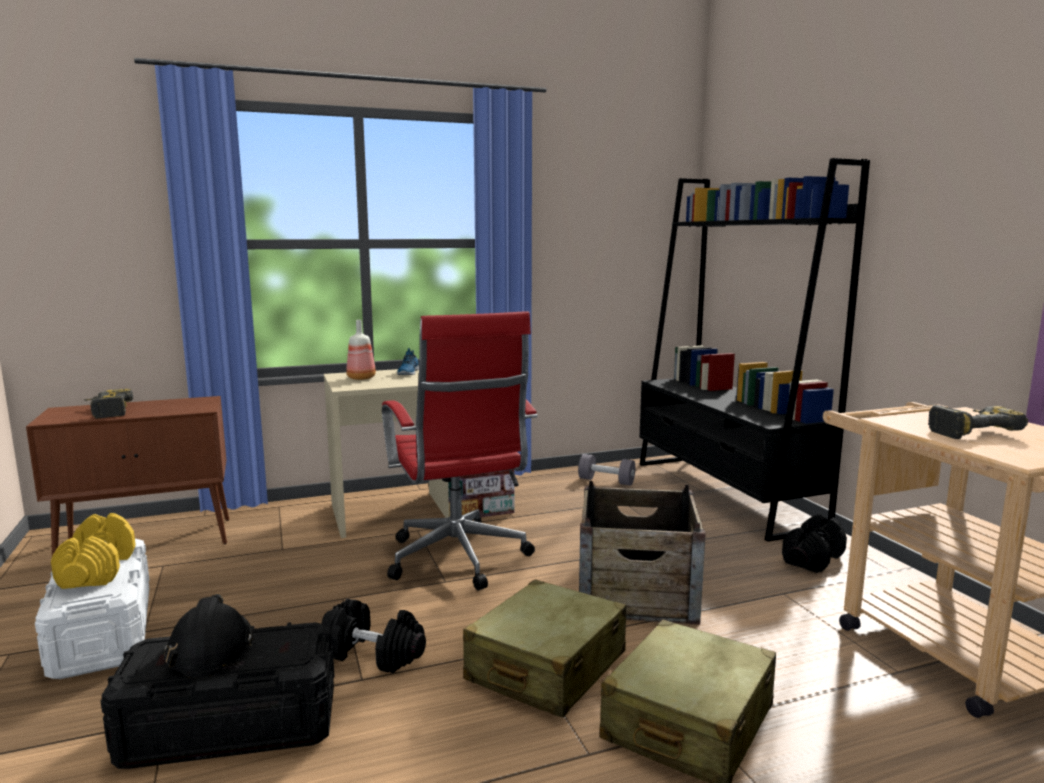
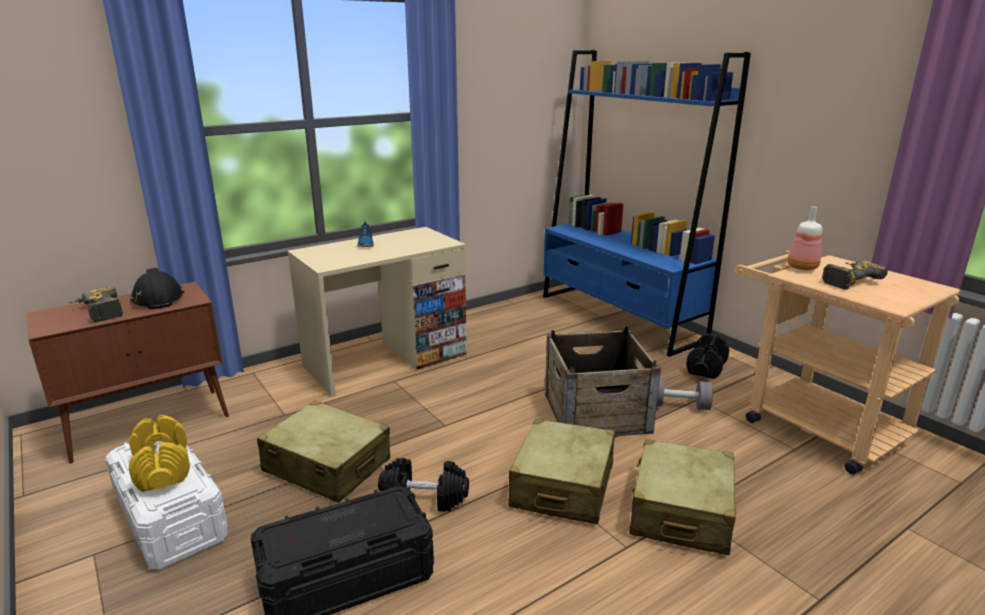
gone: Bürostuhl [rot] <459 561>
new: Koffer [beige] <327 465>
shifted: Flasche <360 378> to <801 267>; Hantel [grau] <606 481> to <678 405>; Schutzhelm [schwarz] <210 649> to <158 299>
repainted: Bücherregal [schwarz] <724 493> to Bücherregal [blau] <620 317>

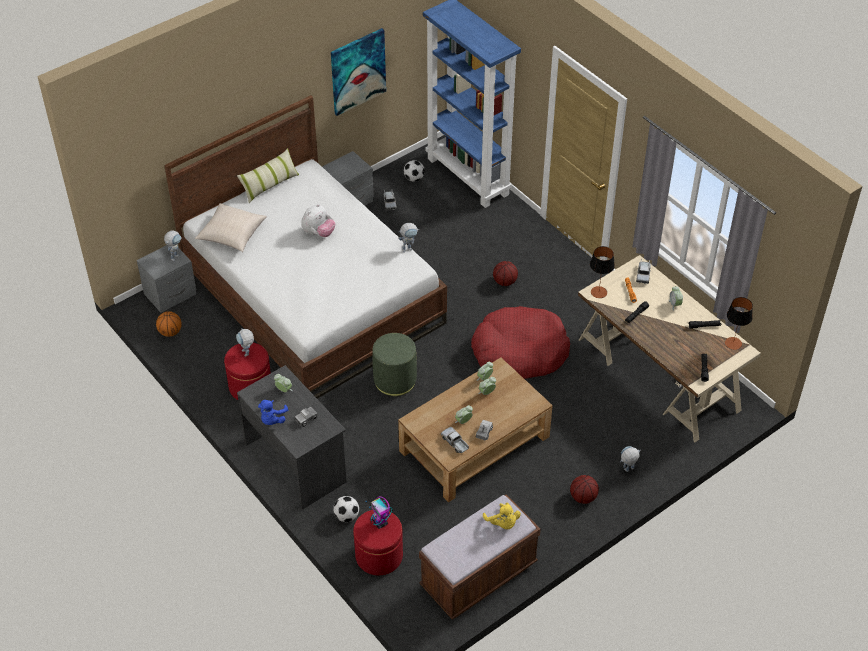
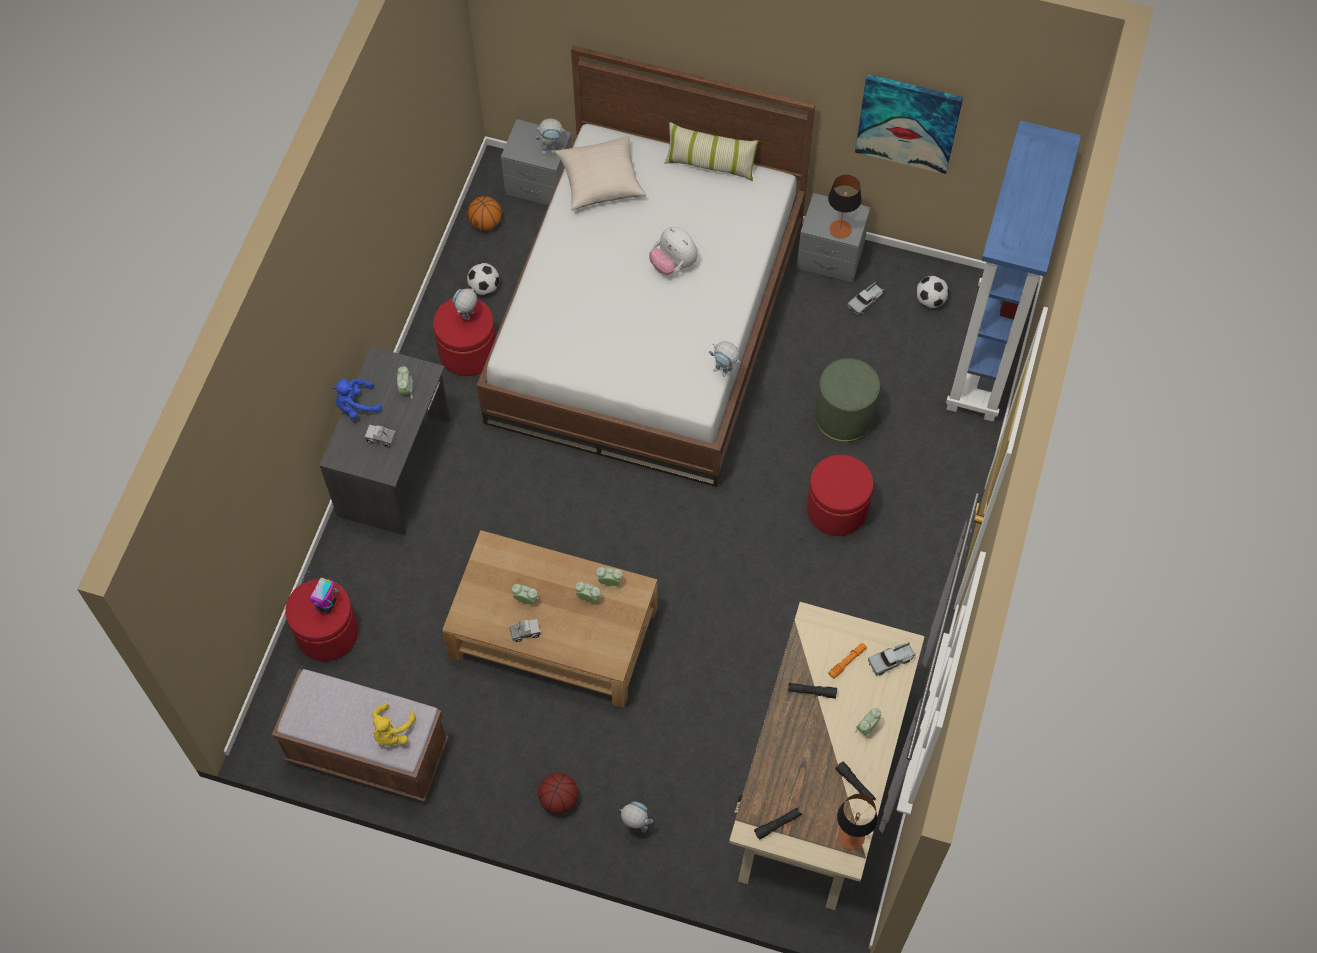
gone: Hundebett [rot] <519 352>; Spielzeuglaster <455 443>
shifted: Tischlampe <598 292> to <840 229>; Polsterhocker [grün] <395 380> to <844 416>; Fußball <346 516> to <484 287>
swapped: Basketball <505 282> to Polsterhocker [rot] <836 509>
rotated: Plüschtier <318 233> = <673 264> 45 degrees clockwise

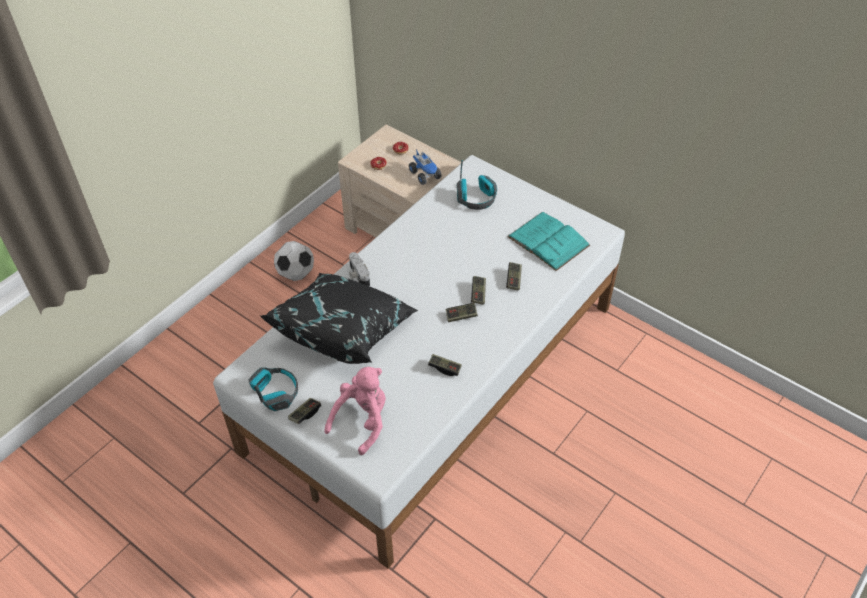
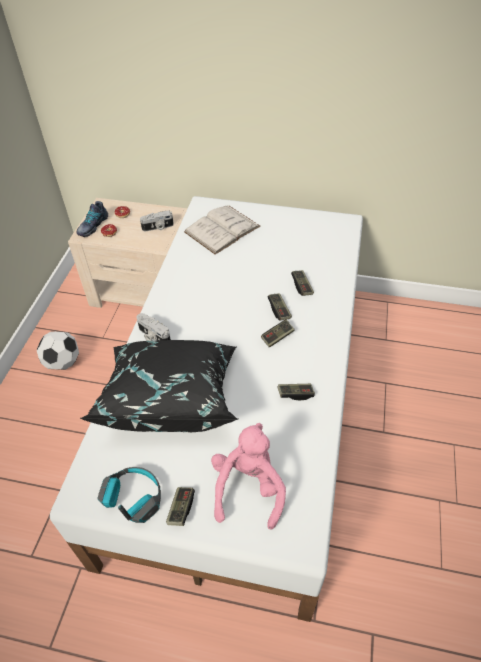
gone: Buch [türkis] <548 241>
new: Schuh <92 226>
swapped: Spielzeuglaster <425 175> to Kamera <158 227>; Kopfhörer <476 198> to Buch [weiß] <222 229>

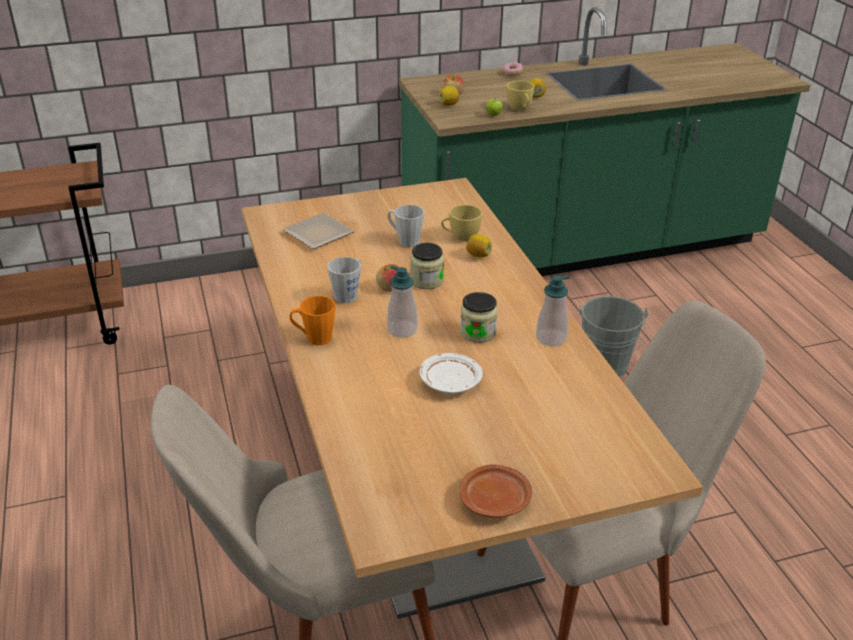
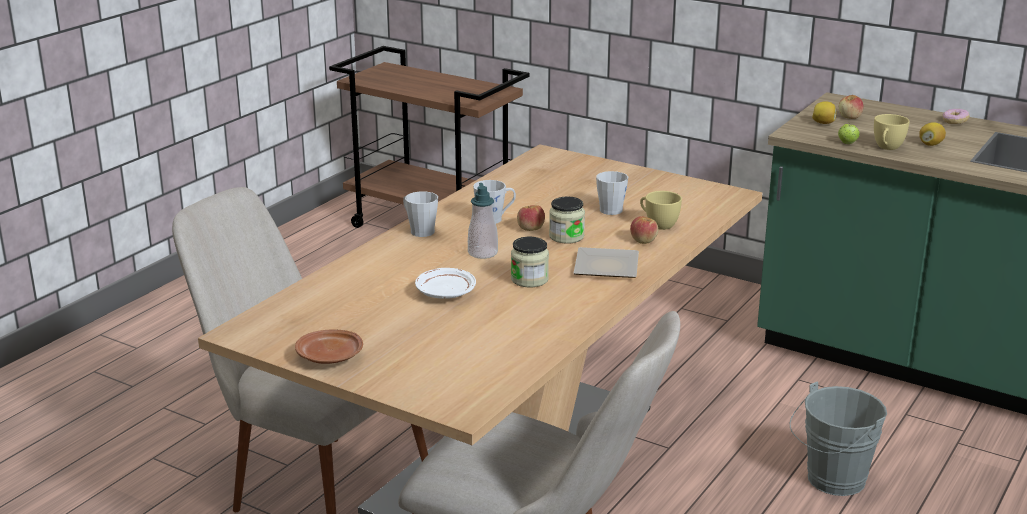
gone: Seifenspender <551 338>
shifted: Teller <321 234> to <608 268>
swapped: Zitrone <478 255> to Apfel <643 240>
repainted: Henkelbecher [orange] <314 338> to Henkelbecher [grau] <419 230>

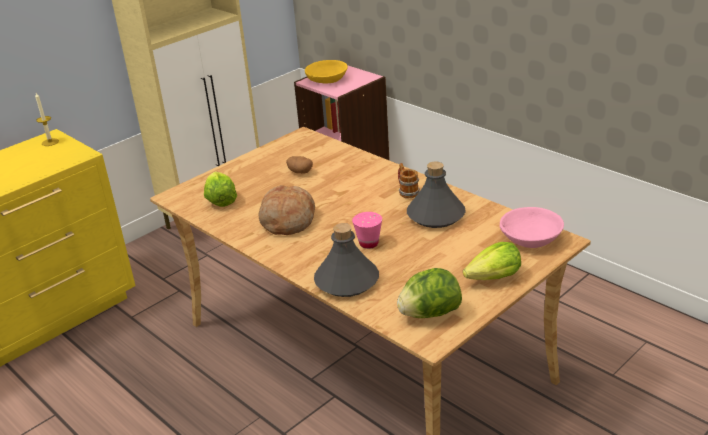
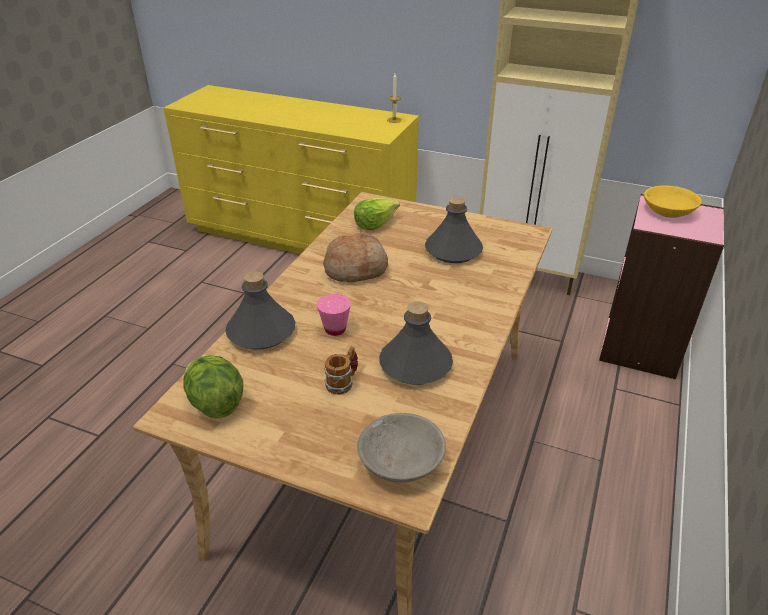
gone: Salatkopf <494 278>
shifted: Henkelbecher <407 191> to <343 382>
swapped: Kartoffel <300 172> to Flasche [grau] <453 251>
repainted: Schüssel [rosa] <530 238> to Schüssel [grau] <401 461>

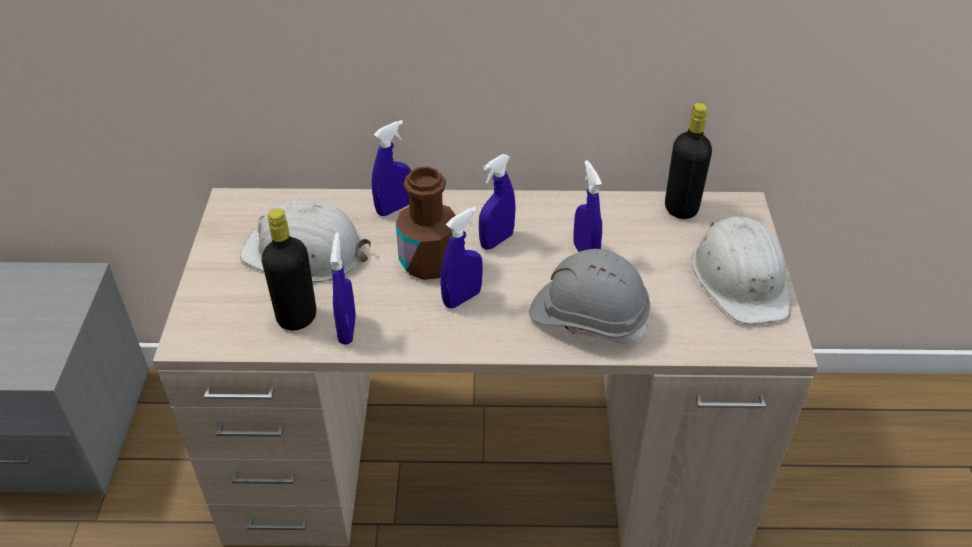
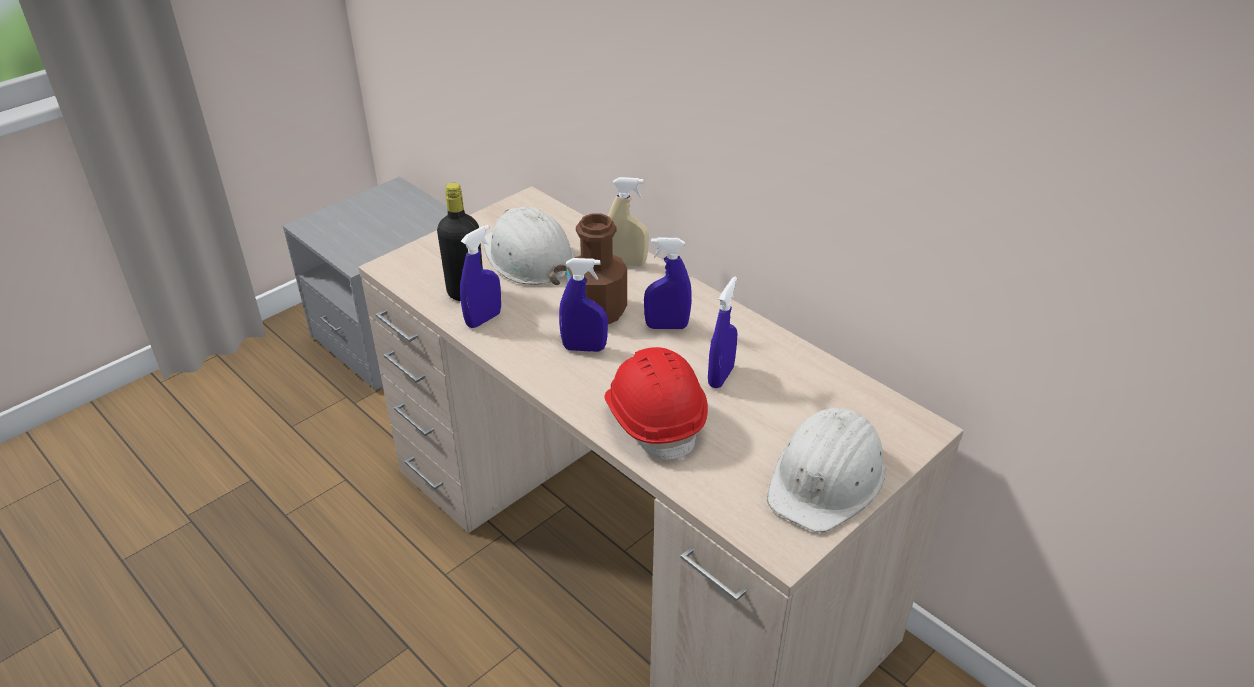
gone: Flasche [schwarz] <681 208>
repainted: Sprühflasche [blau] <394 208> to Sprühflasche [beige] <626 263>; Schutzhelm [grau] <588 317> to Schutzhelm [rot] <654 419>

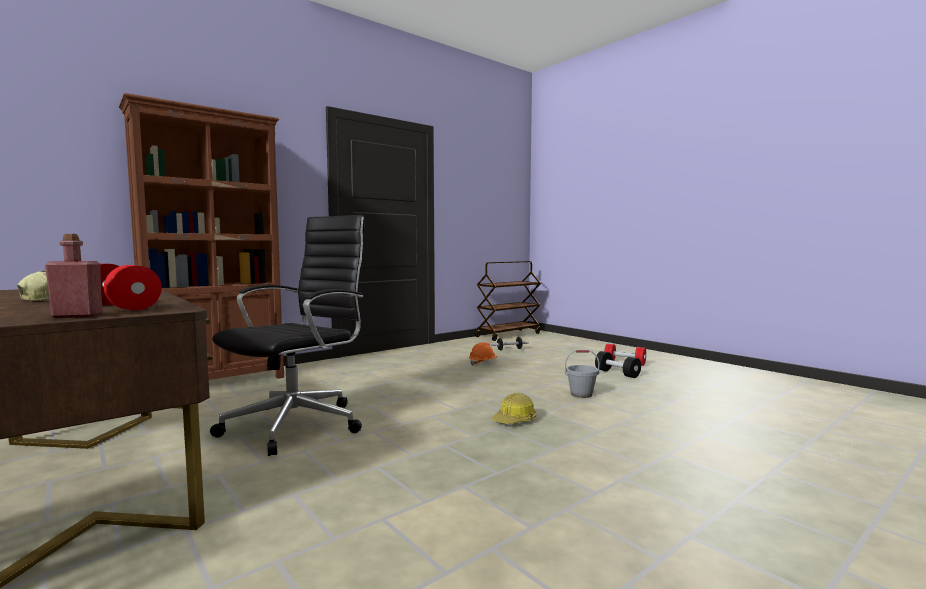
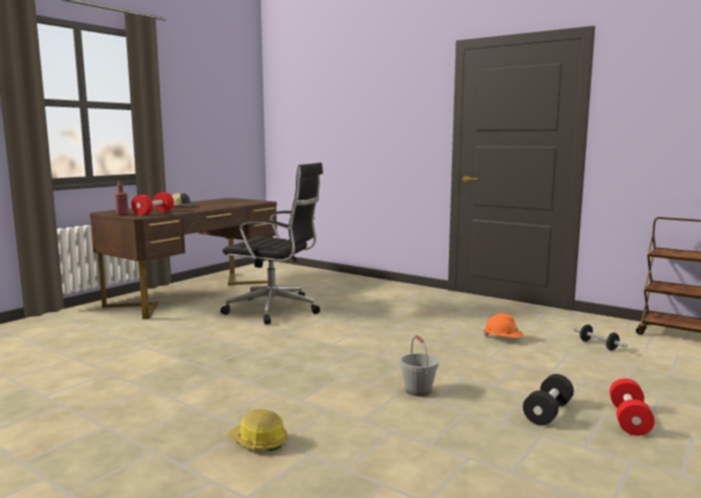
gone: Bücherregal [braun] <217 382>
shifted: Schutzhelm <515 420> to <259 442>

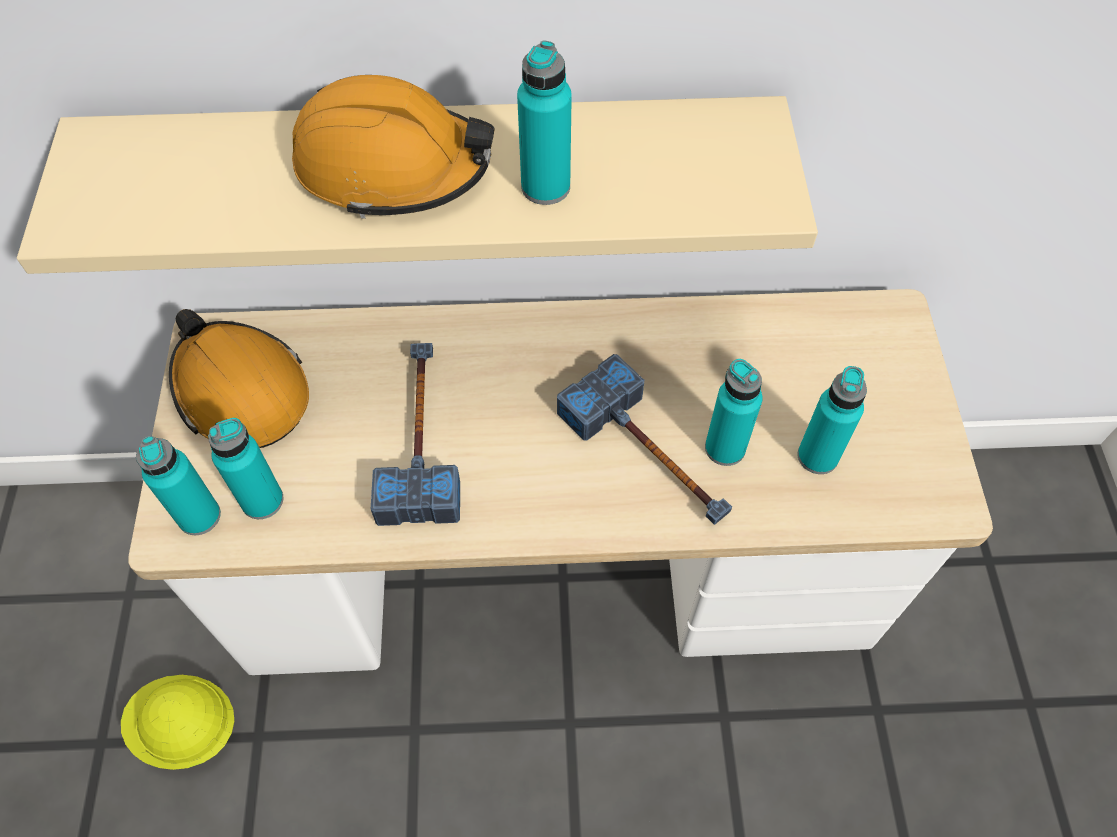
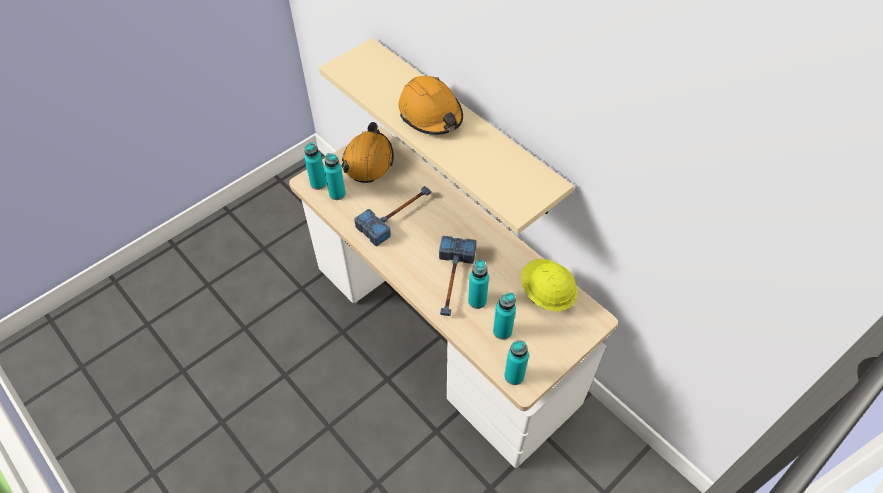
shifted: Flasche [türkis] <545 187> to <514 376>; Schutzhelm [gelb] <187 729> to <546 293>

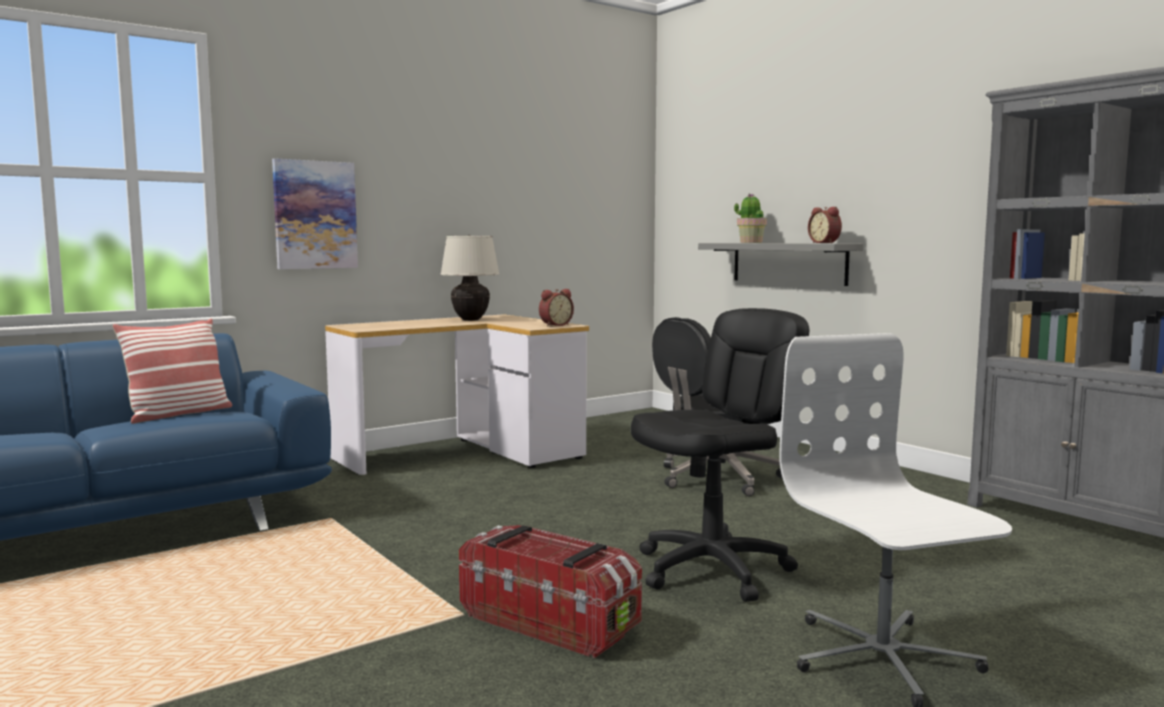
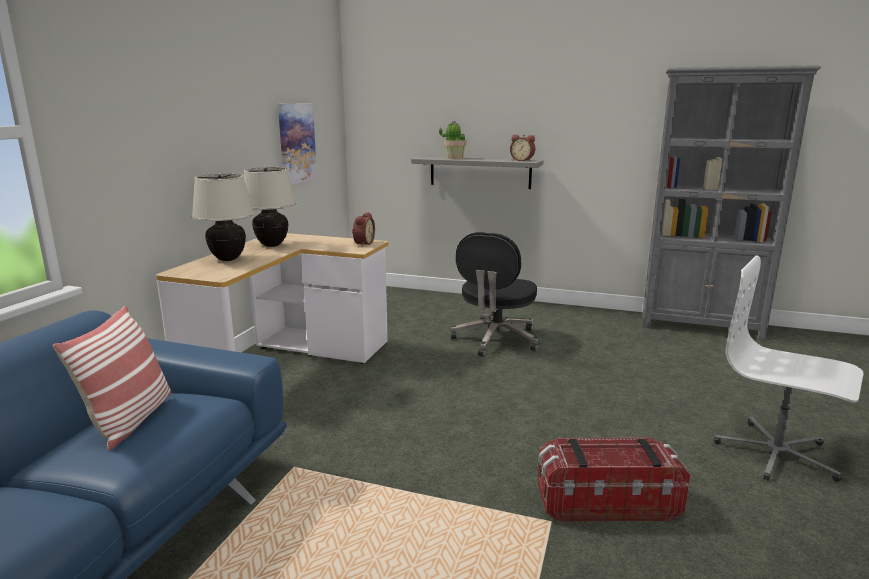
gone: Bürostuhl [schwarz] <713 570>
new: Tischlampe [beige] <228 259>
shifted: Bild <315 215> to <296 143>

